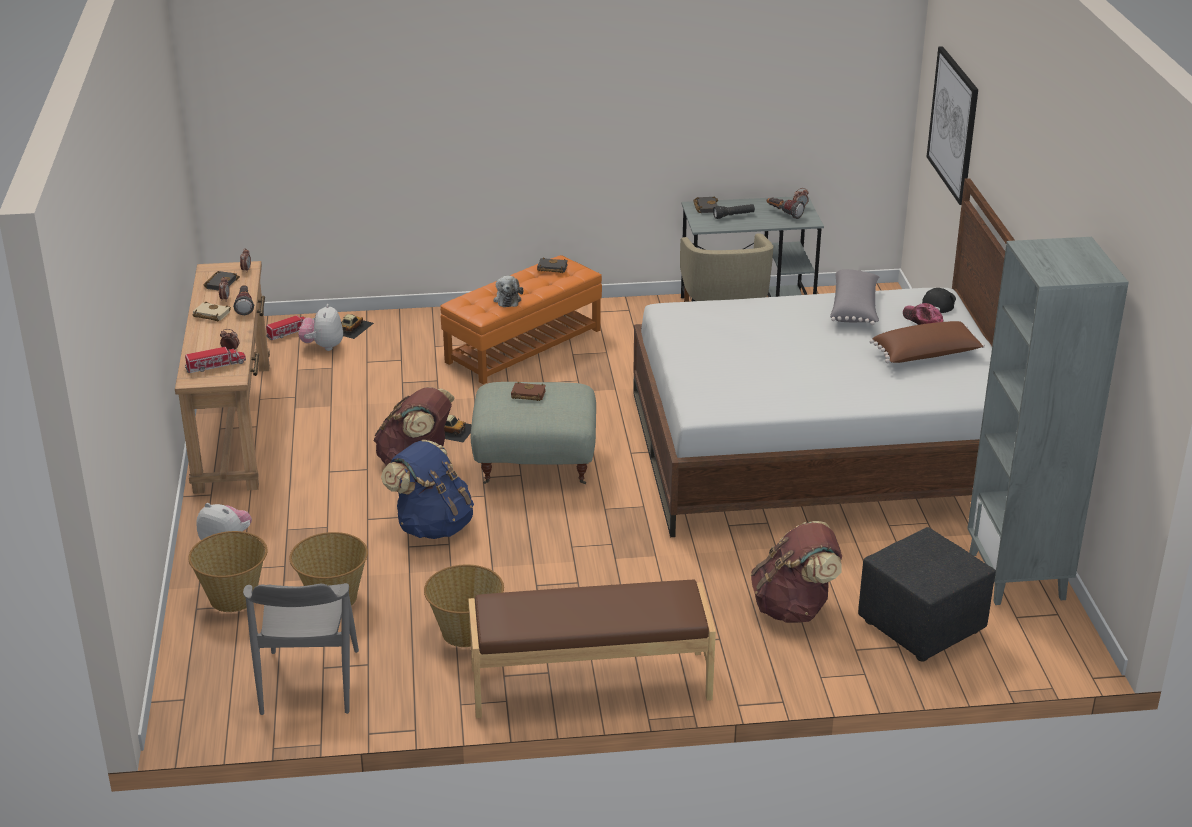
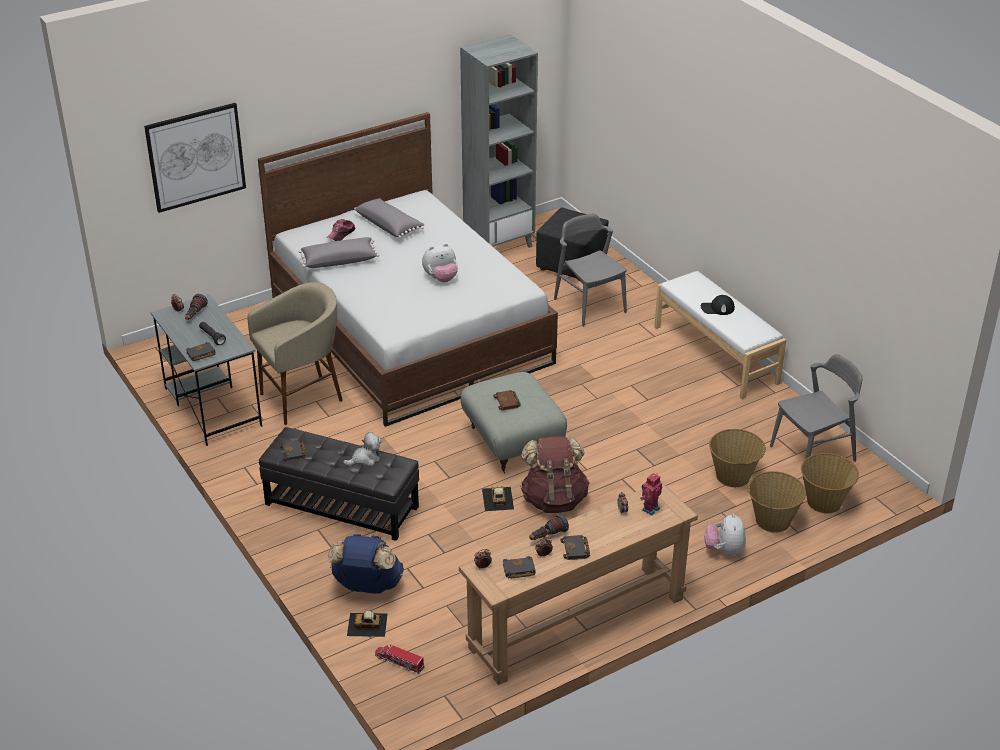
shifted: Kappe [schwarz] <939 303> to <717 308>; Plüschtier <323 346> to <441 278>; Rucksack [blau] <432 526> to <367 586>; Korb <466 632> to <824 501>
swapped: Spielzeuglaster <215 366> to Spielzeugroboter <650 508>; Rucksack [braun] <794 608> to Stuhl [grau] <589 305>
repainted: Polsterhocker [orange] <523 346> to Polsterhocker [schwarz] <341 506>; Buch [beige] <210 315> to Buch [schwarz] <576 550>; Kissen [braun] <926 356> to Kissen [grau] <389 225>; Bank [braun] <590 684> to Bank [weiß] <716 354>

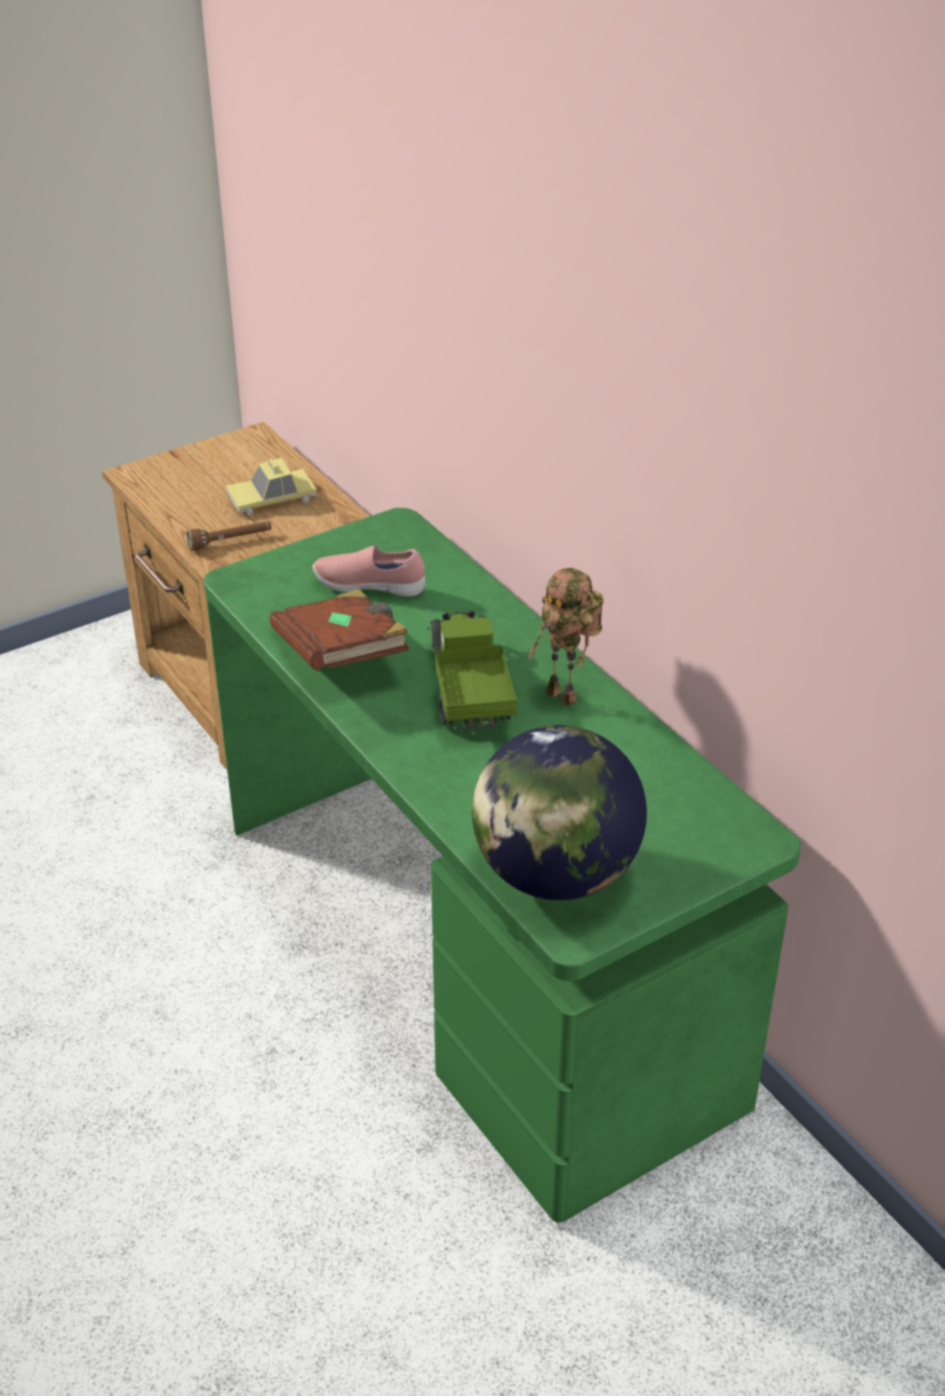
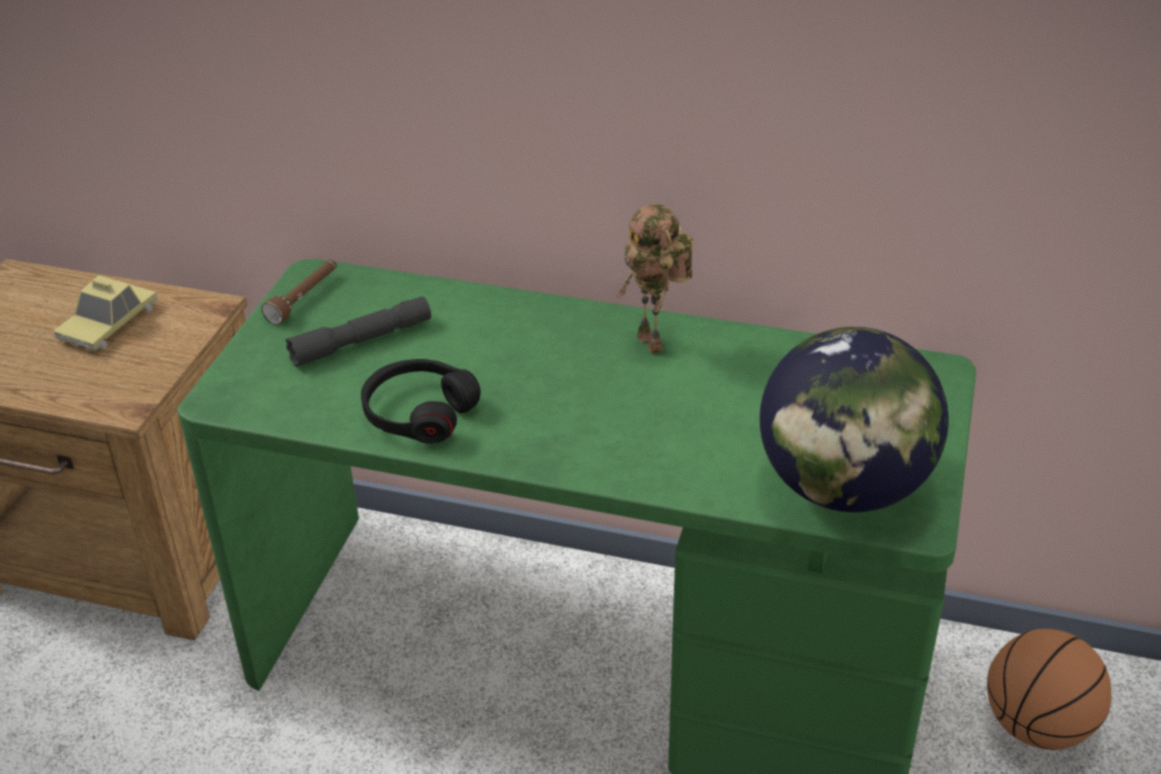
gone: Spielzeuglaster <468 692>
new: Basketball <1037 726>
shifted: Taschenlampe [braun] <231 541> to <304 298>
swapped: Schuh [rosa] <369 586> to Taschenlampe [grau] <361 341>; Buch [braun] <342 655> to Kopfhörer [schwarz] <419 413>
rotated: Spielzeugroboter <565 696> = <654 344> 60 degrees clockwise

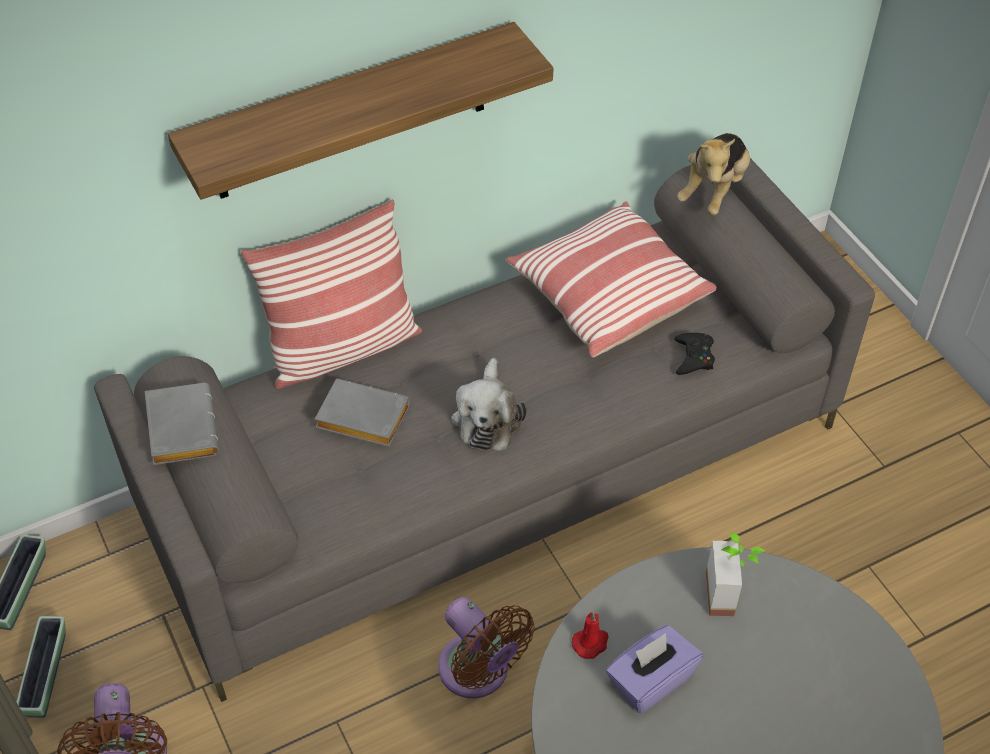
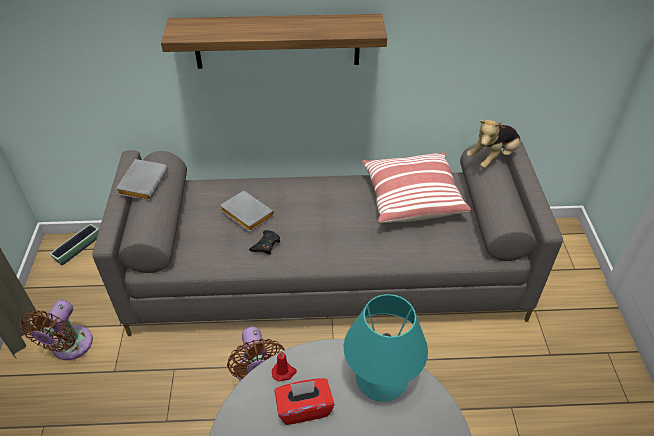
gone: Kissen <342 348>; Plüschtier <487 417>; Pflanzkübel <46 674>
shifted: Gamepad [schwarz] <693 357> to <266 245>
swapped: Topfpflanze <730 594> to Tischlampe [türkis] <381 378>
repainted: Taschentuchbox [lila] <650 680> to Taschentuchbox [rot] <304 408>

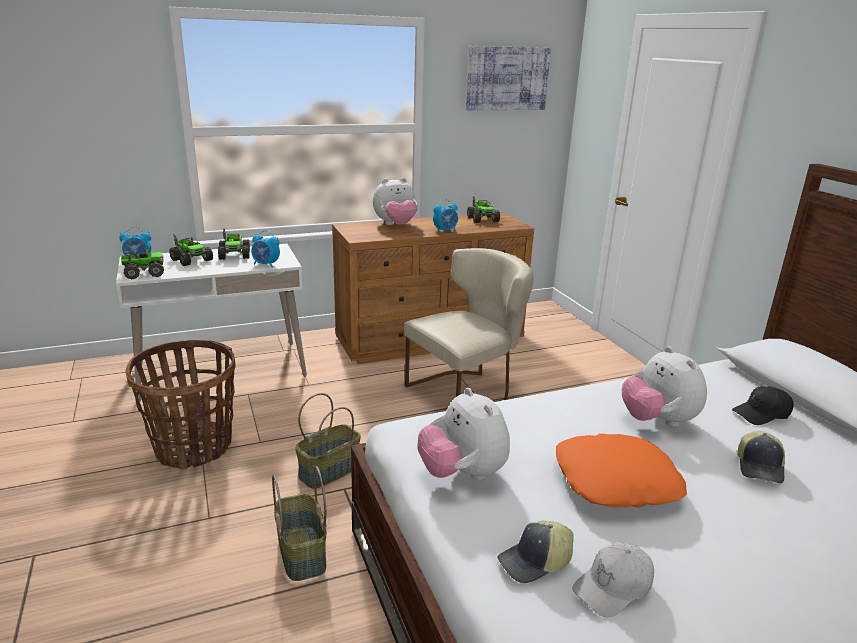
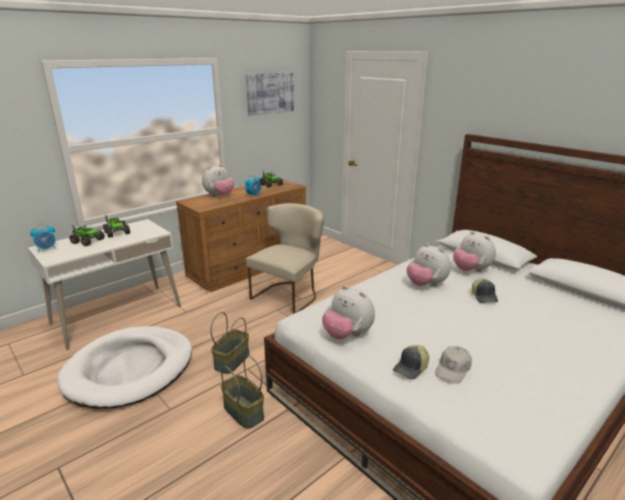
gone: Wecker <266 265>; Spielzeuglaster <144 273>; Kissen [orange] <615 480>
swapped: Korb <193 447> to Hundebett [weiß] <130 369>; Kappe [schwarz] <762 414> to Plüschtier <471 270>

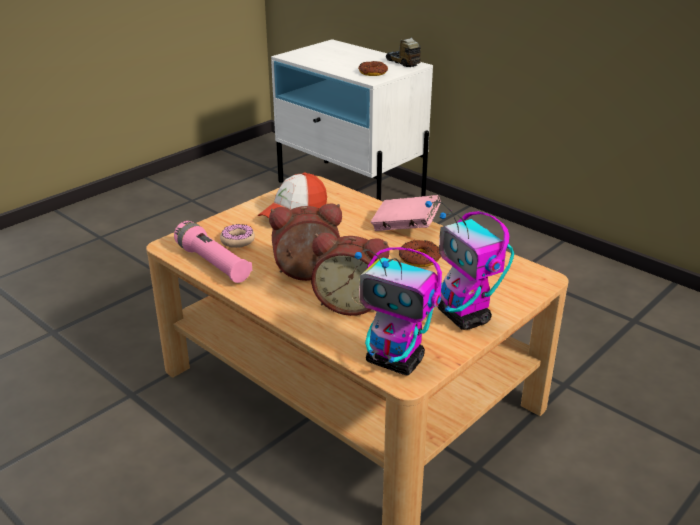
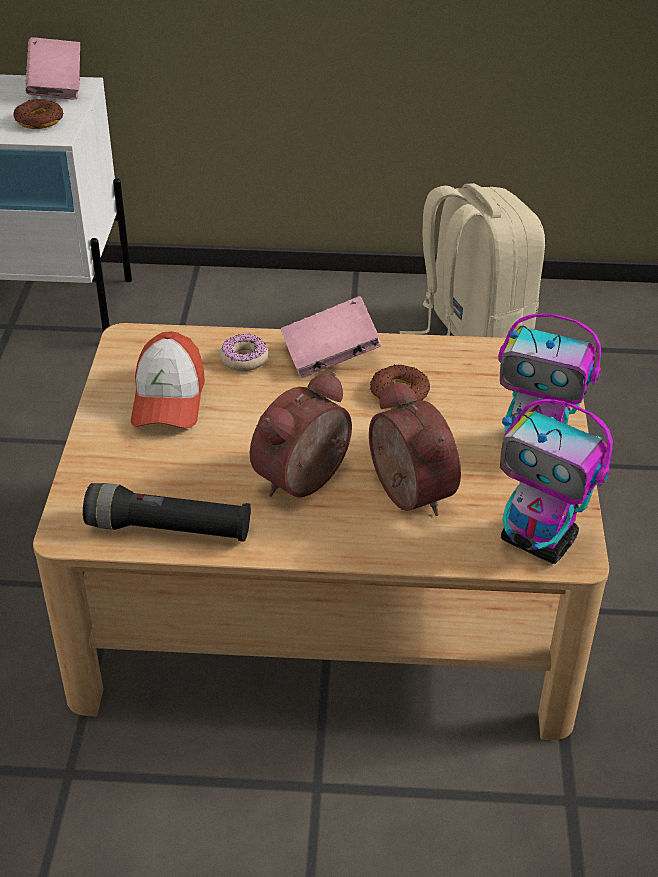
new: Rucksack [beige] <470 336>
shifted: Donut <237 240> to <244 359>
swapped: Spielzeuglaster <402 62> to Buch [rosa] <56 87>
repainted: Taschenlampe [rosa] <213 263> to Taschenlampe [schwarz] <169 529>
rotated: Wecker <351 303> = <405 494> 90 degrees counterclockwise; Spielzeugroboter <396 361> = <540 541> 45 degrees clockwise

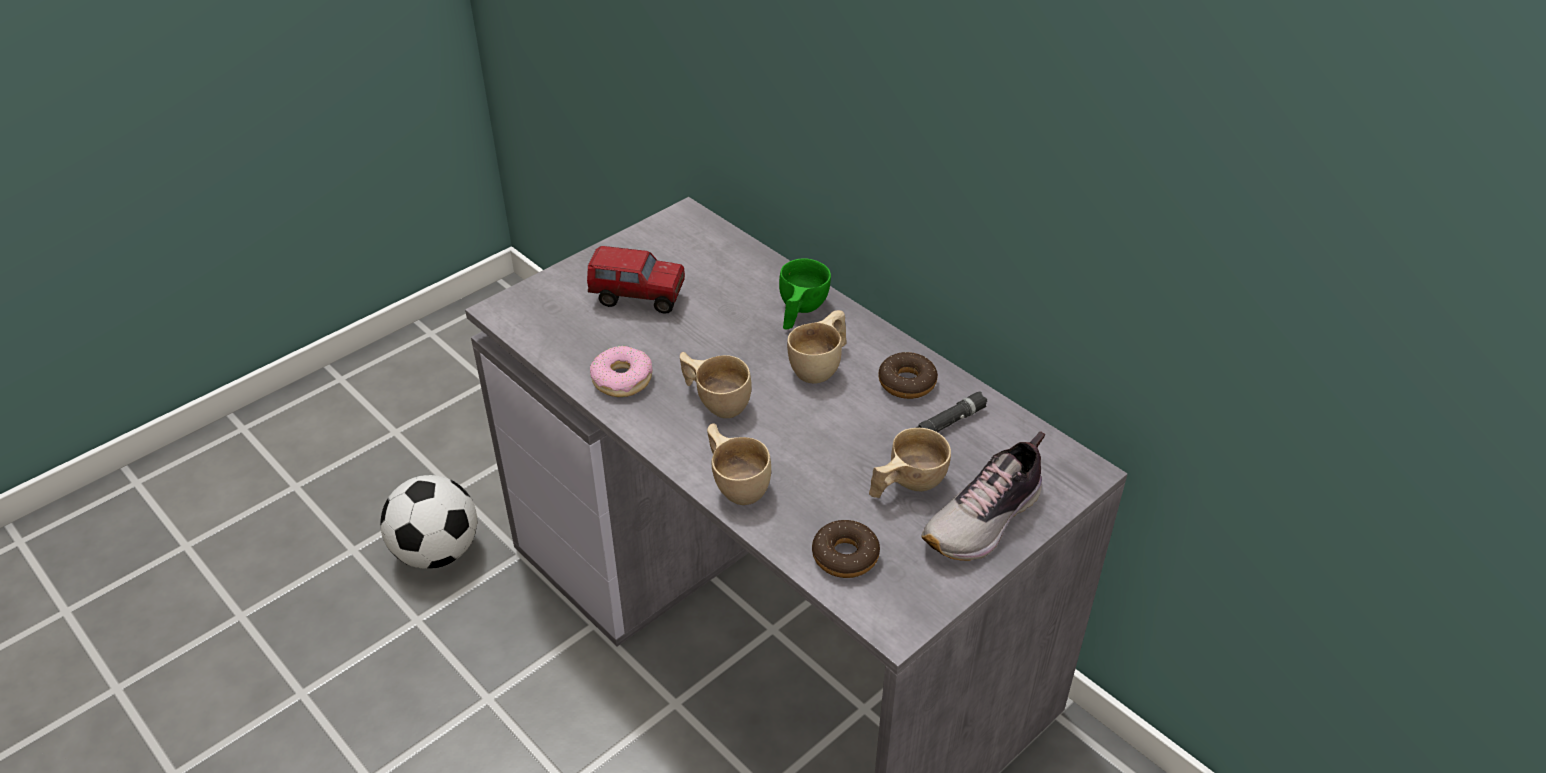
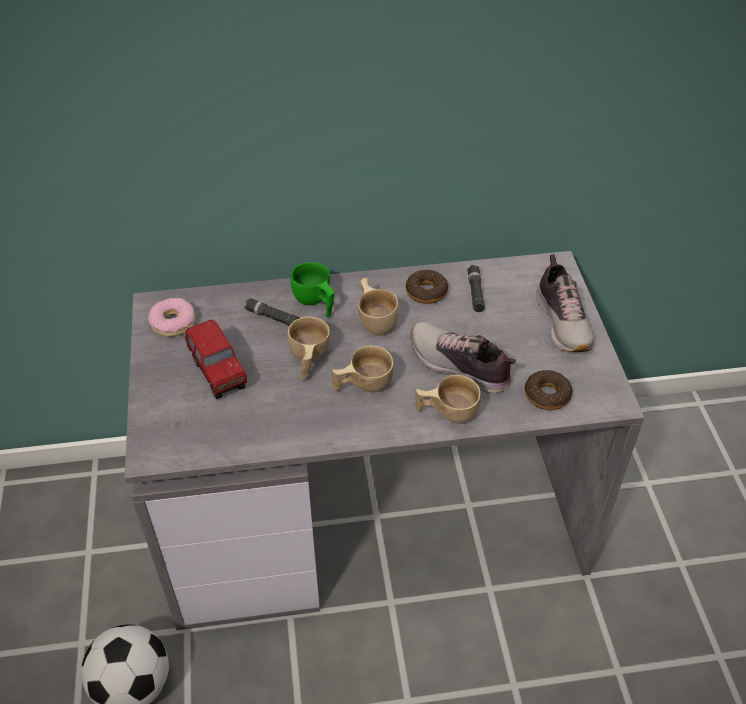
new: Taschenlampe [schwarz] <272 317>; Schuh <459 366>
shifted: Donut <622 379> to <173 322>; Tasse [beige] <906 485> to <308 360>
rotated: Spielzeuglaster <638 298> = <218 373> 105 degrees clockwise

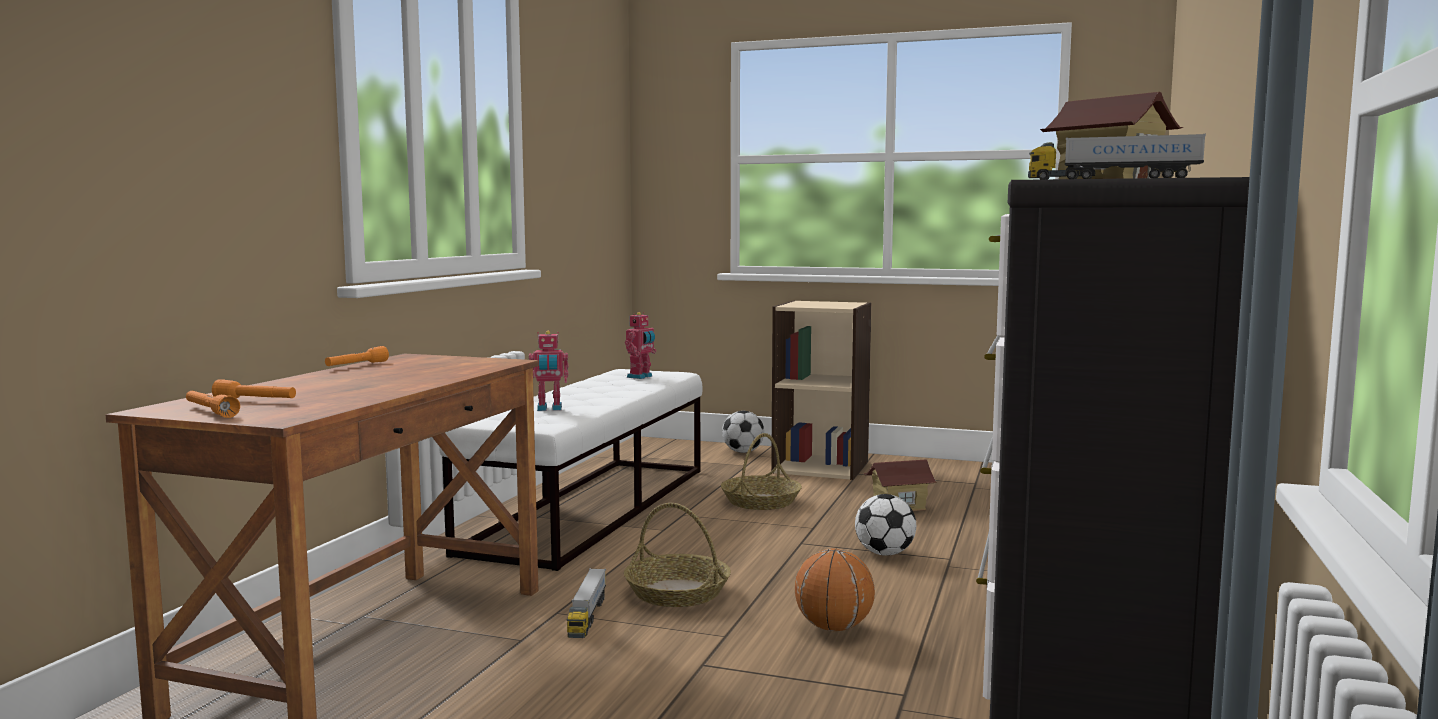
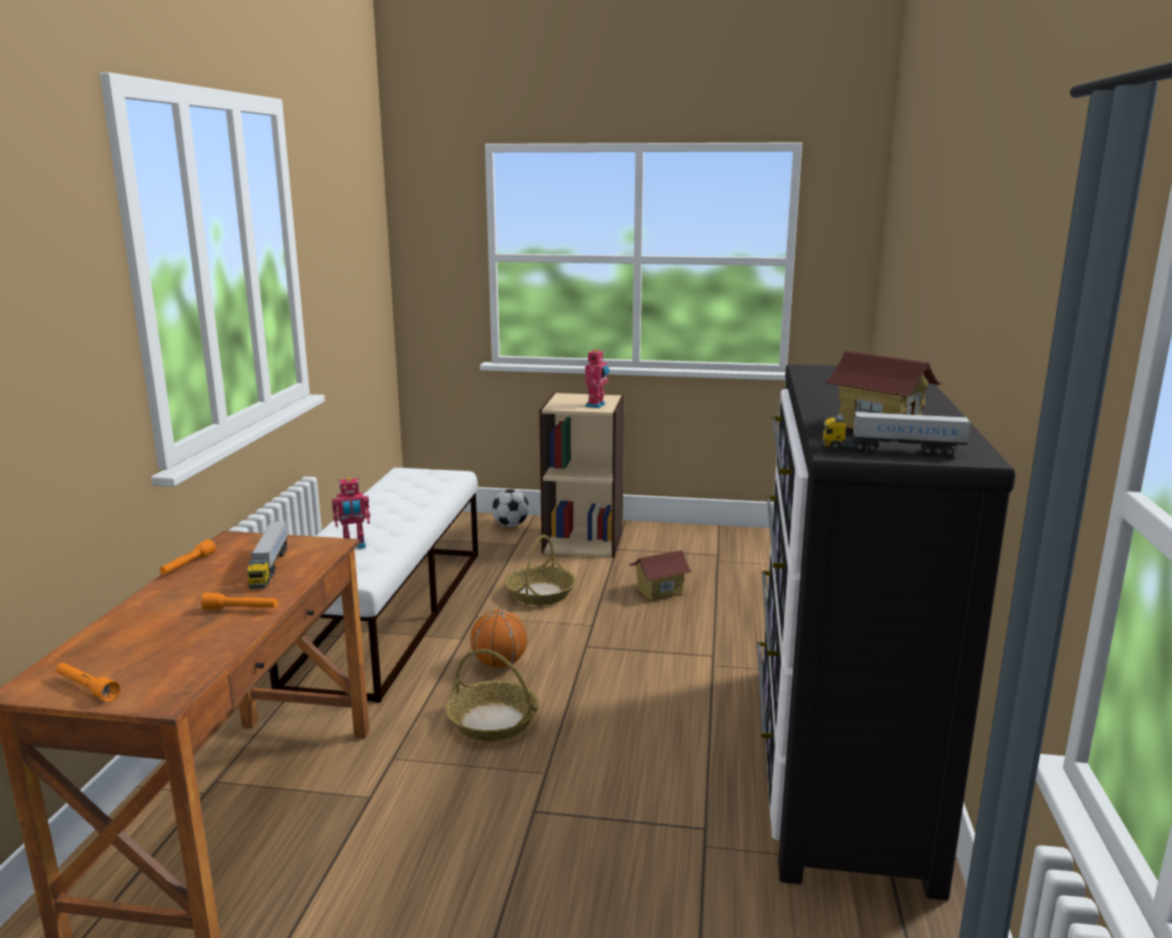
gone: Fußball <884 553>
shifted: Spielzeugroboter <641 377> to <596 405>; Taschenlampe [orange] <255 401> to <241 609>; Basketball <833 628> to <499 664>; Spielzeuglaster <587 616> to <269 566>

